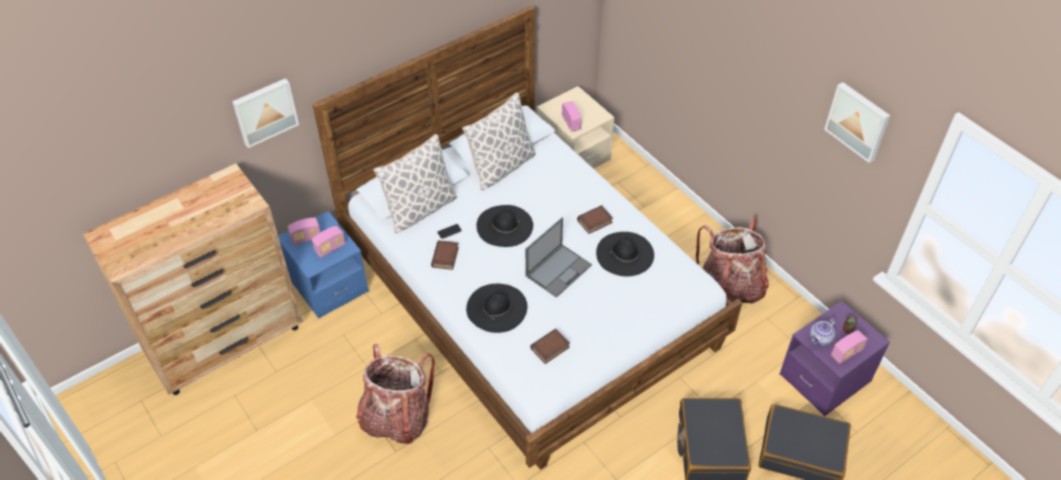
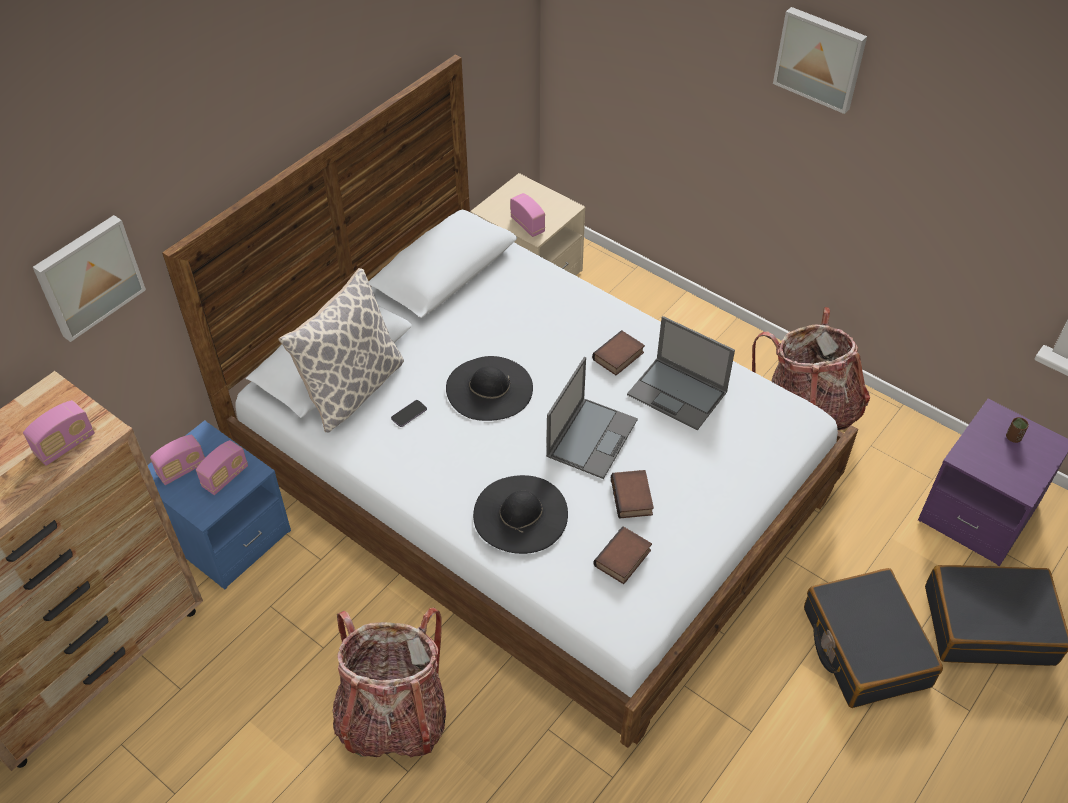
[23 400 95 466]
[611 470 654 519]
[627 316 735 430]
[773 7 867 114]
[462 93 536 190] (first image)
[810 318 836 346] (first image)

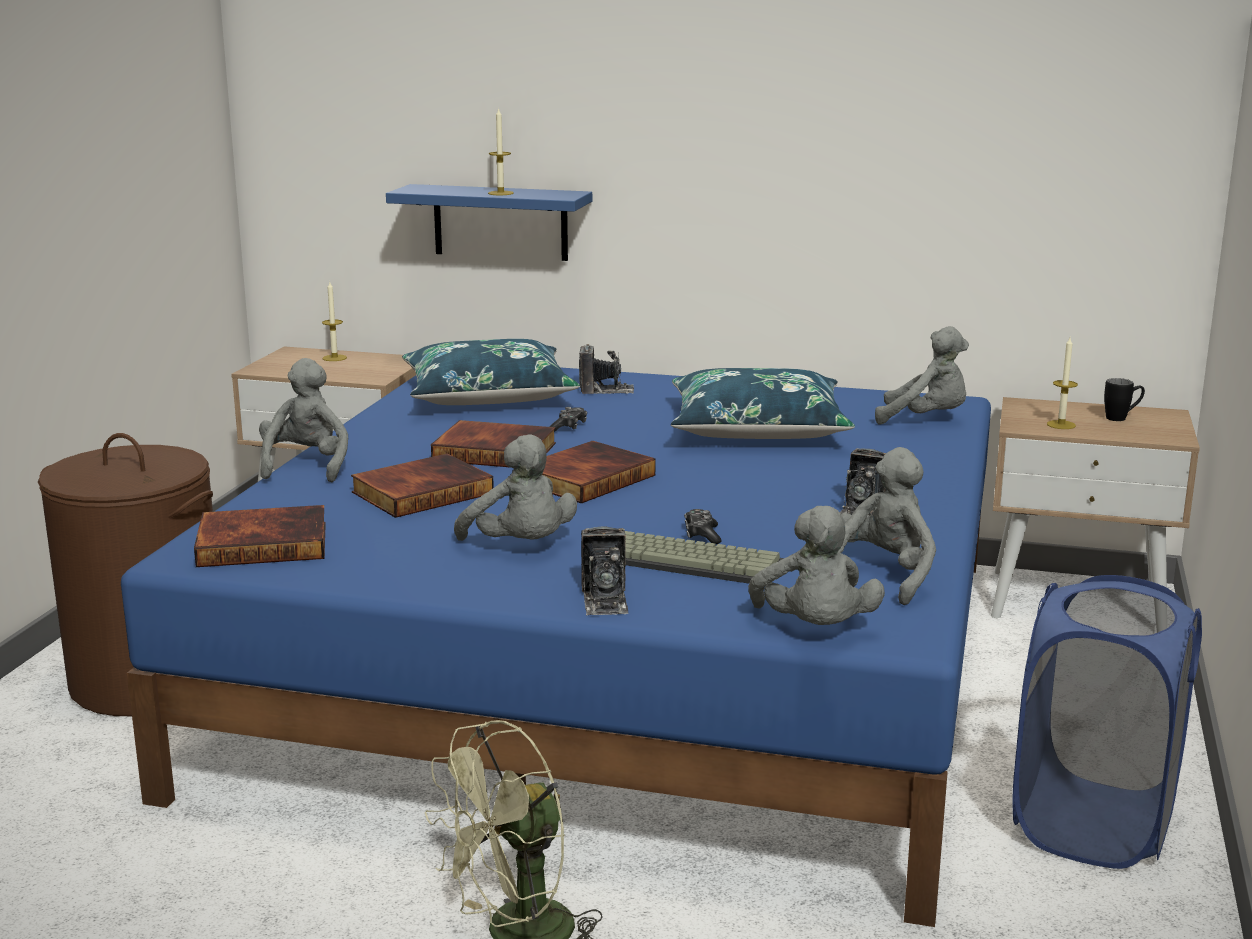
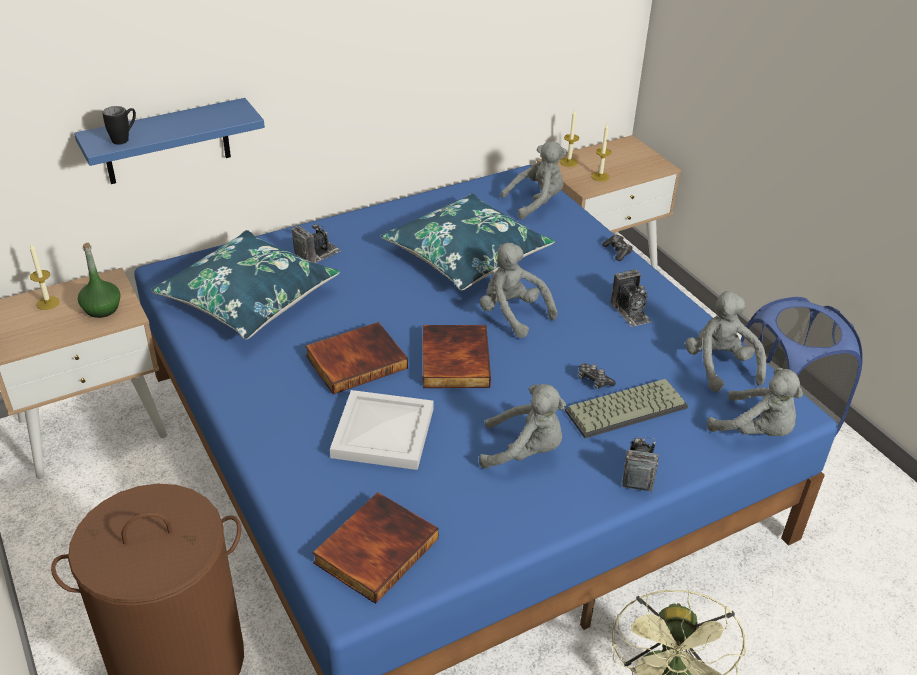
[78 243 121 318]
[102 106 136 145]
[330 390 434 470]
[480 243 558 338]
[560 110 579 167]
[602 235 633 261]
[622 436 659 491]

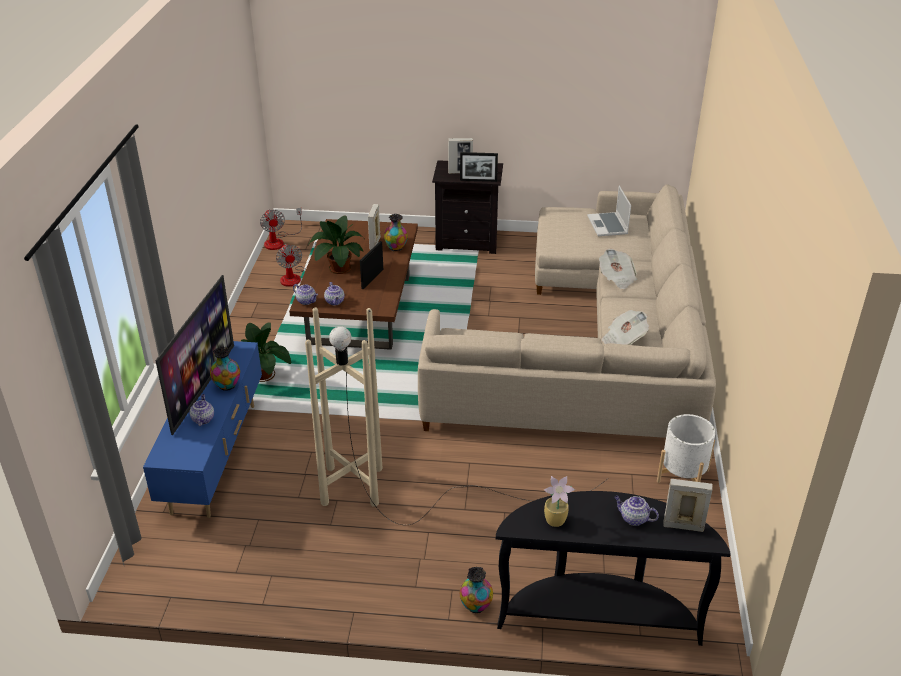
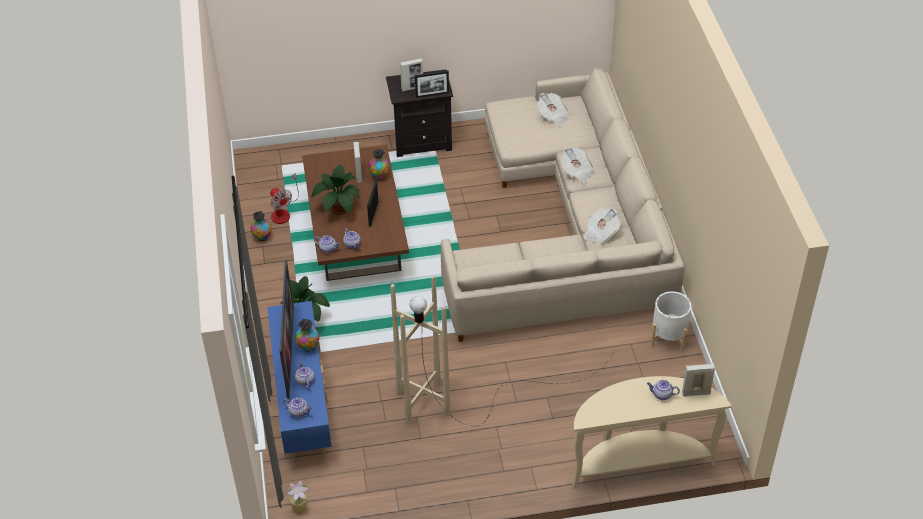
[251 211 272 241]
[284 398 312 417]
[287 481 308 512]
[537 93 570 126]
[572 376 731 488]
[260 208 302 250] (first image)

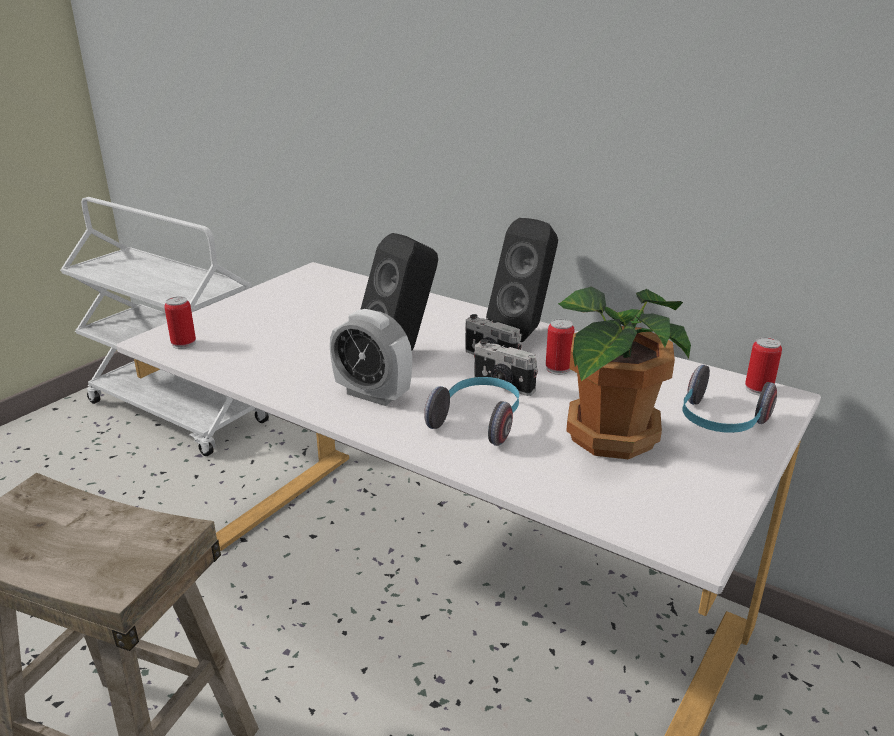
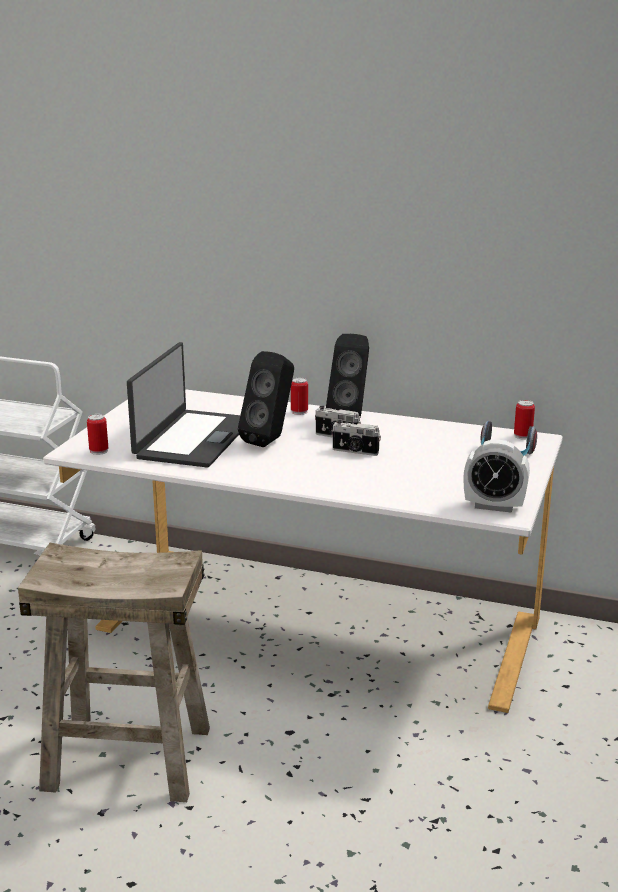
[127 342 240 467]
[291 378 308 415]
[463 439 530 513]
[424 377 519 446] (first image)
[558 286 691 459] (first image)

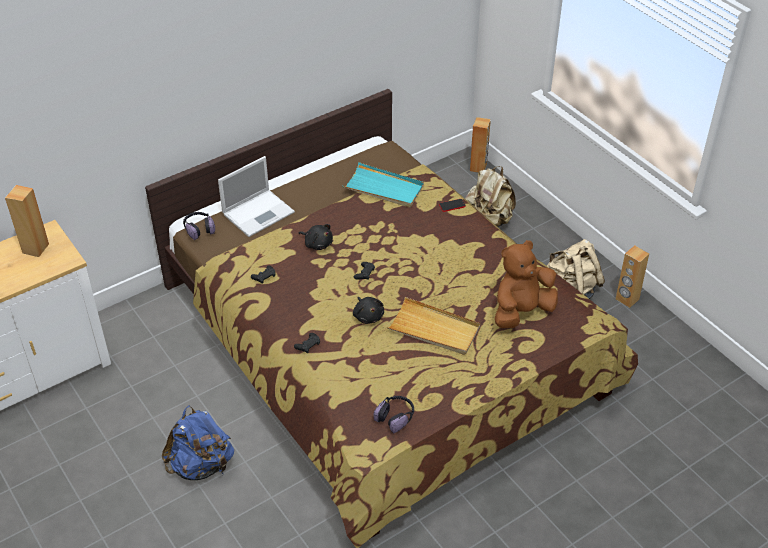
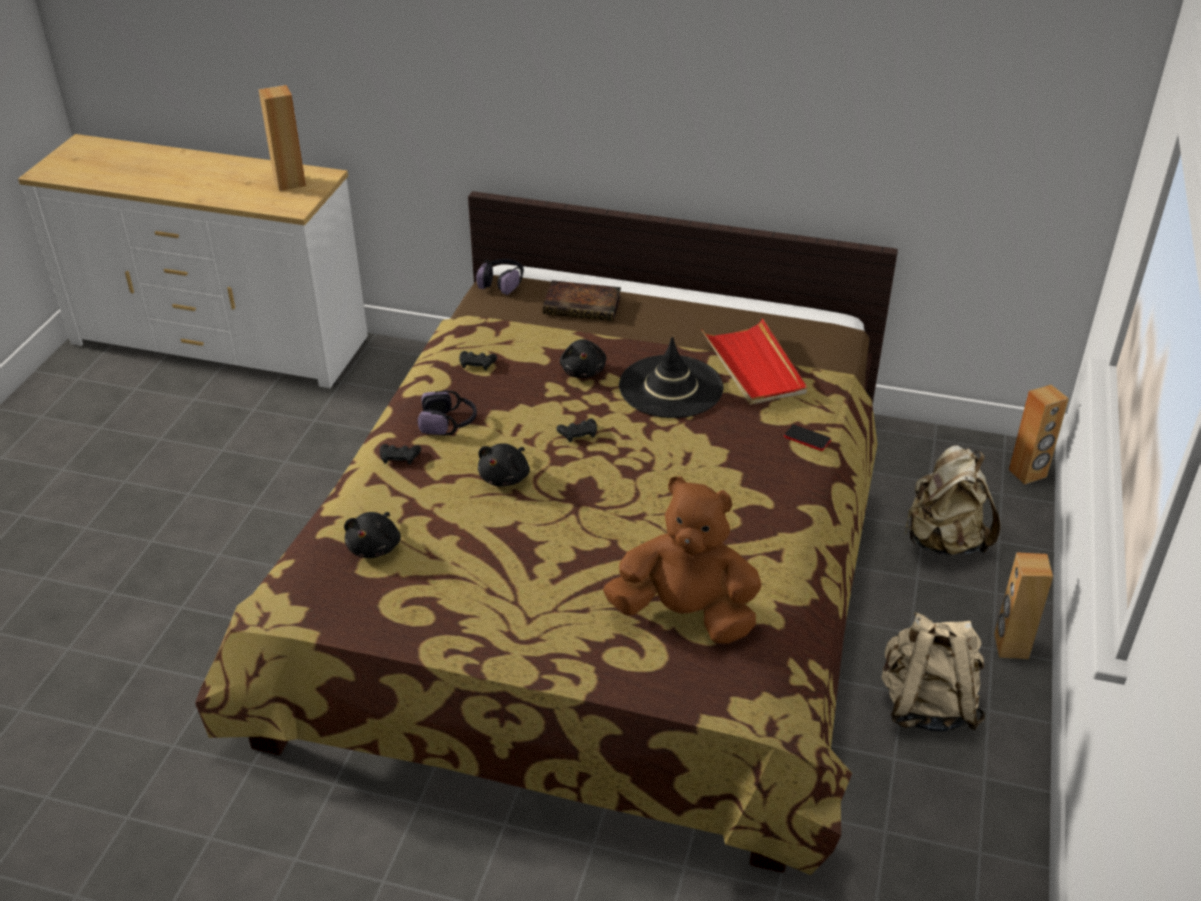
[344 512 401 558]
[418 391 477 435]
[543 280 621 321]
[619 337 724 418]
[702 318 807 405]
[994 552 1053 659]
[162 405 234 480] (first image)
[387 297 480 355] (first image)

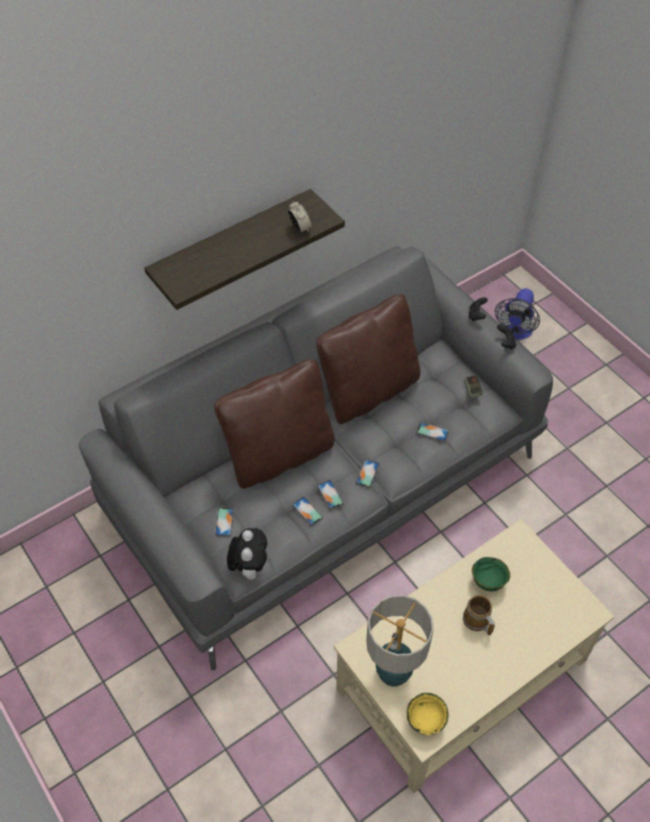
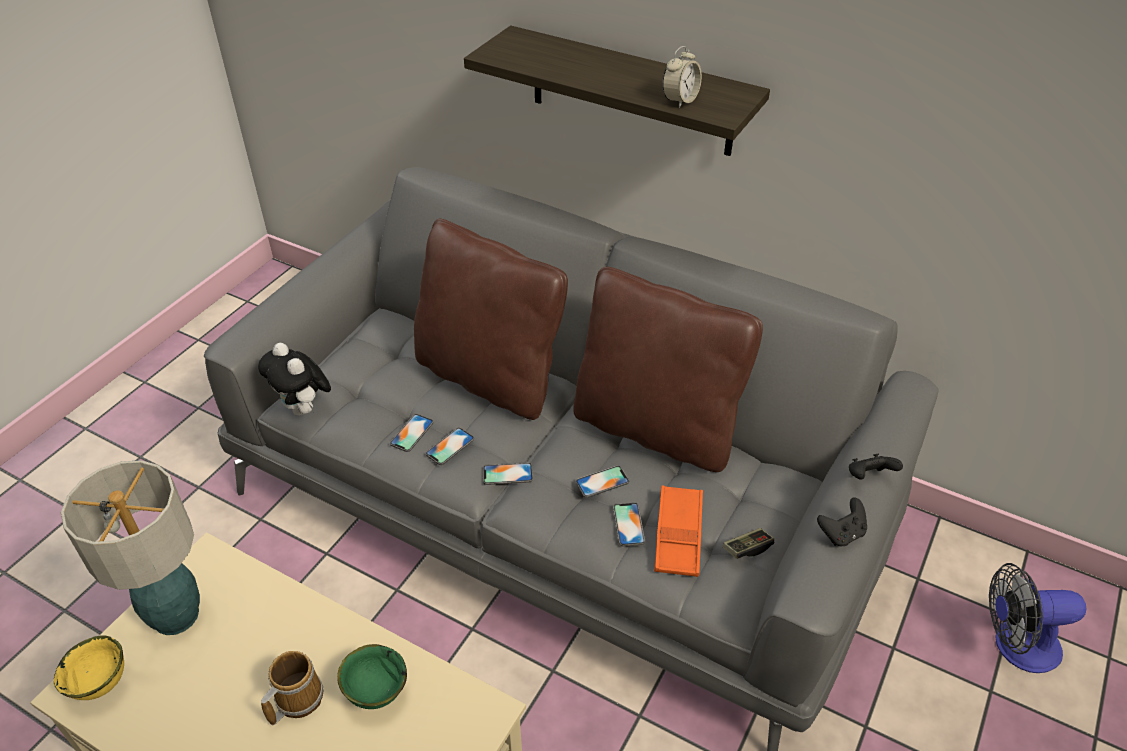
[258 343 331 416]
[576 466 629 498]
[654 485 703 577]

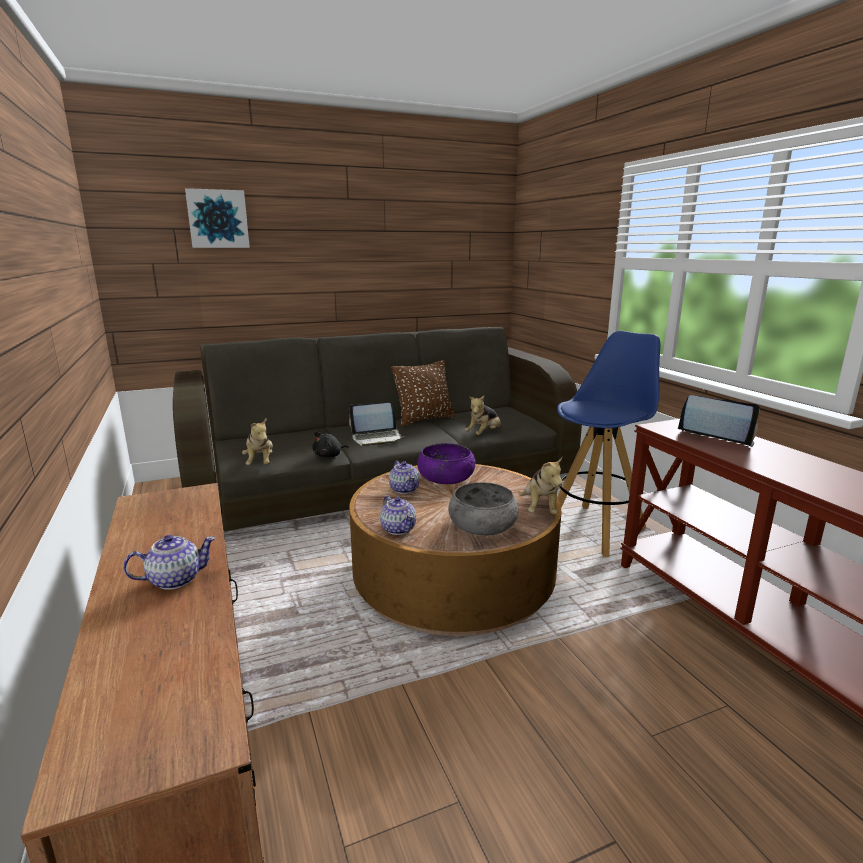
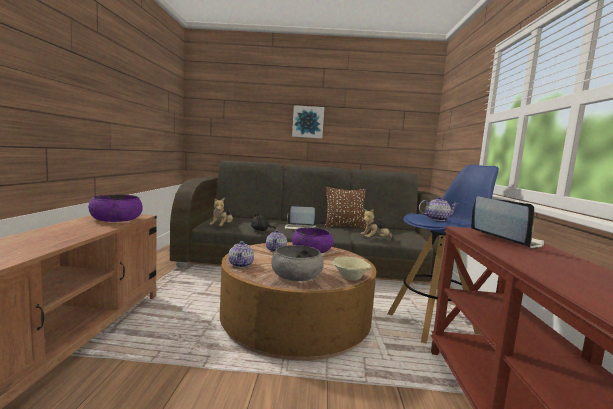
[88 194 143 222]
[292 105 324 139]
[332 256 372 280]
[419 196 459 221]

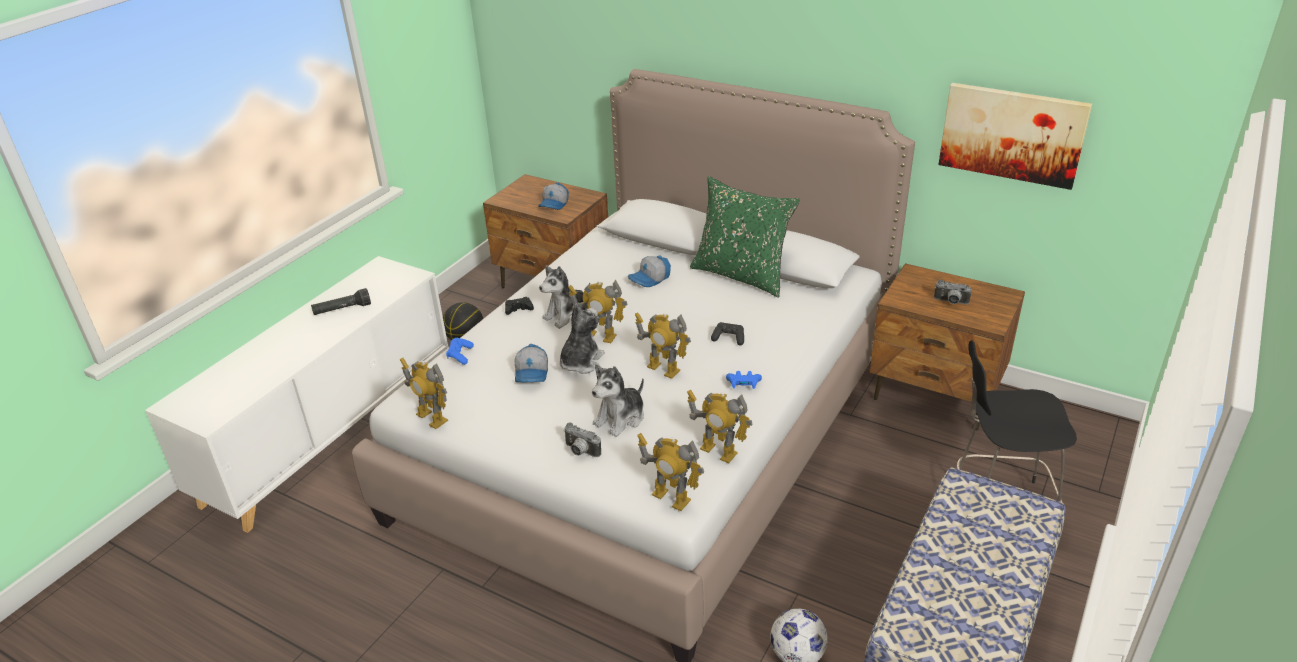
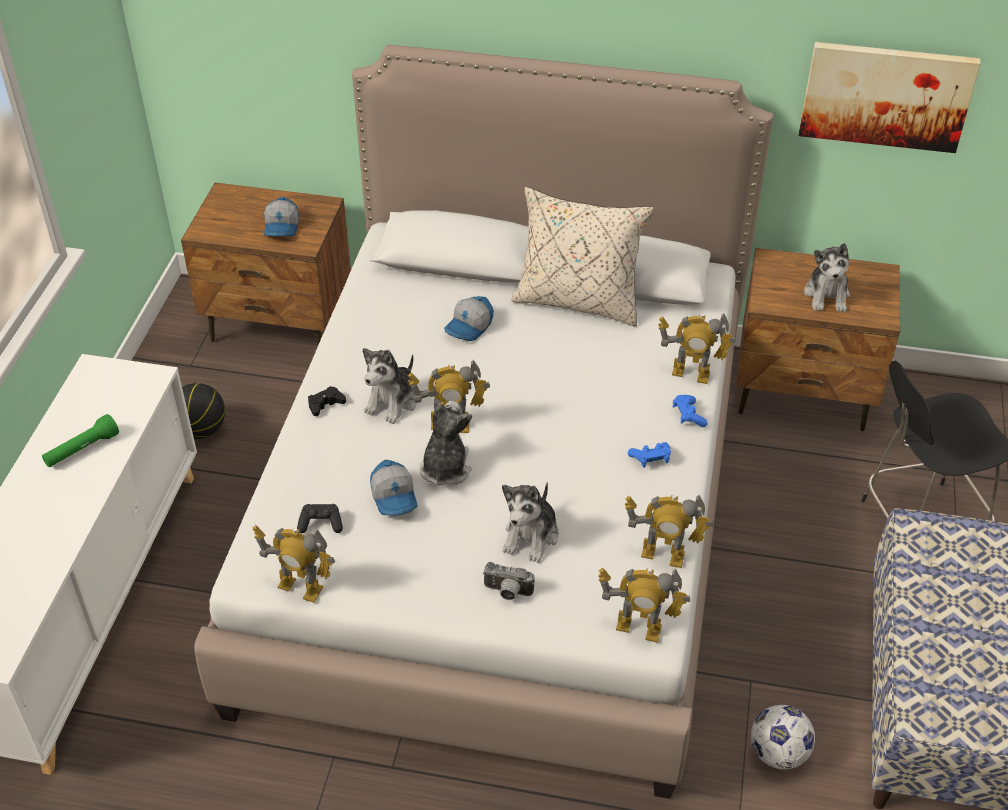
[42 414 119 467]
[297 504 343 533]
[511 187 654 327]
[658 314 736 384]
[673 395 708 427]
[804 243 850 312]

